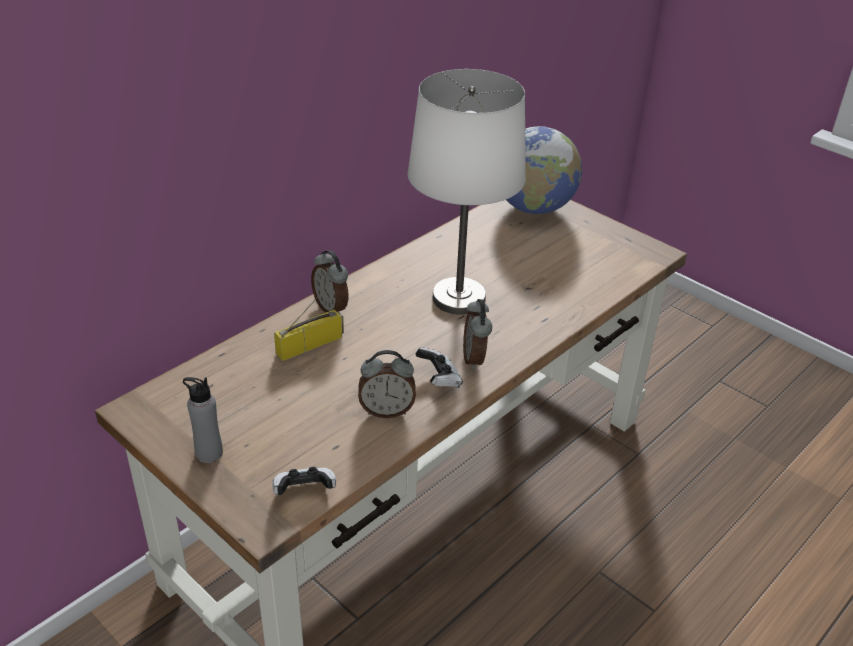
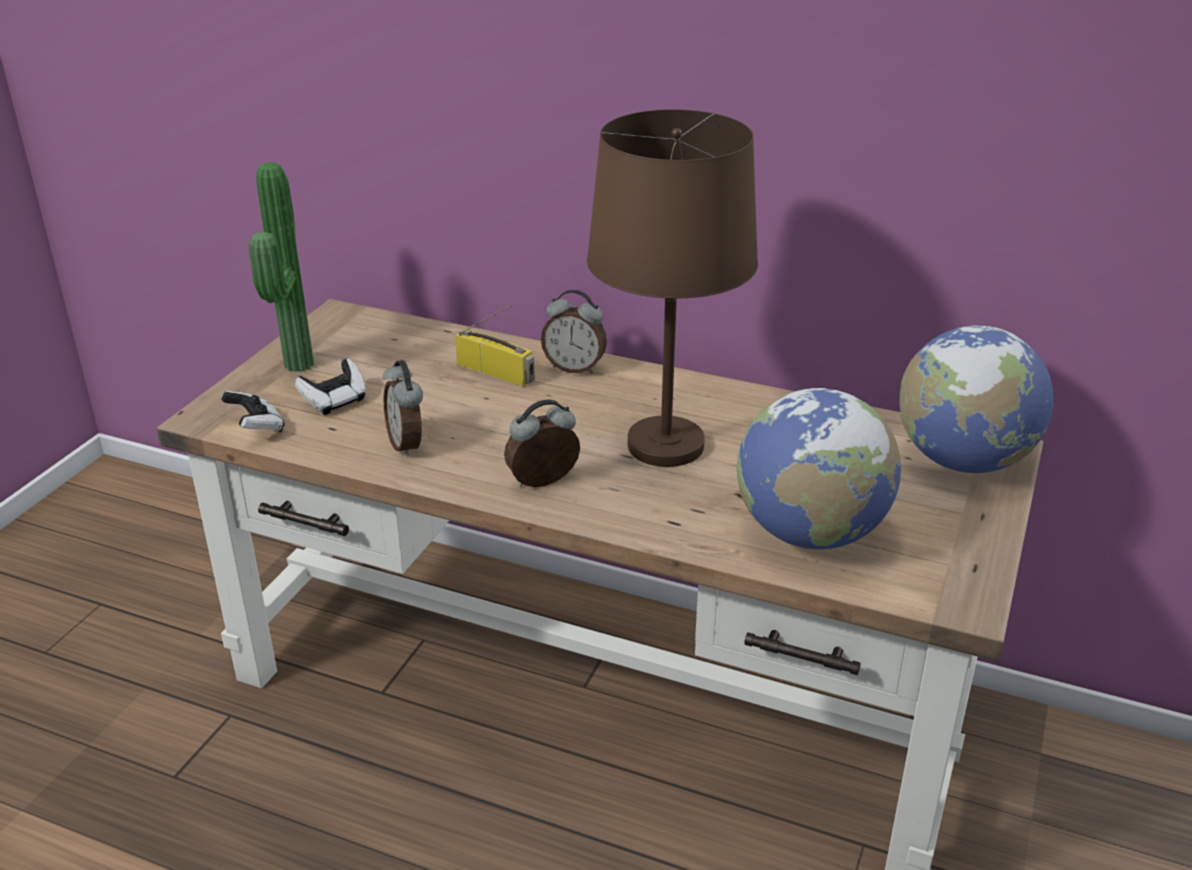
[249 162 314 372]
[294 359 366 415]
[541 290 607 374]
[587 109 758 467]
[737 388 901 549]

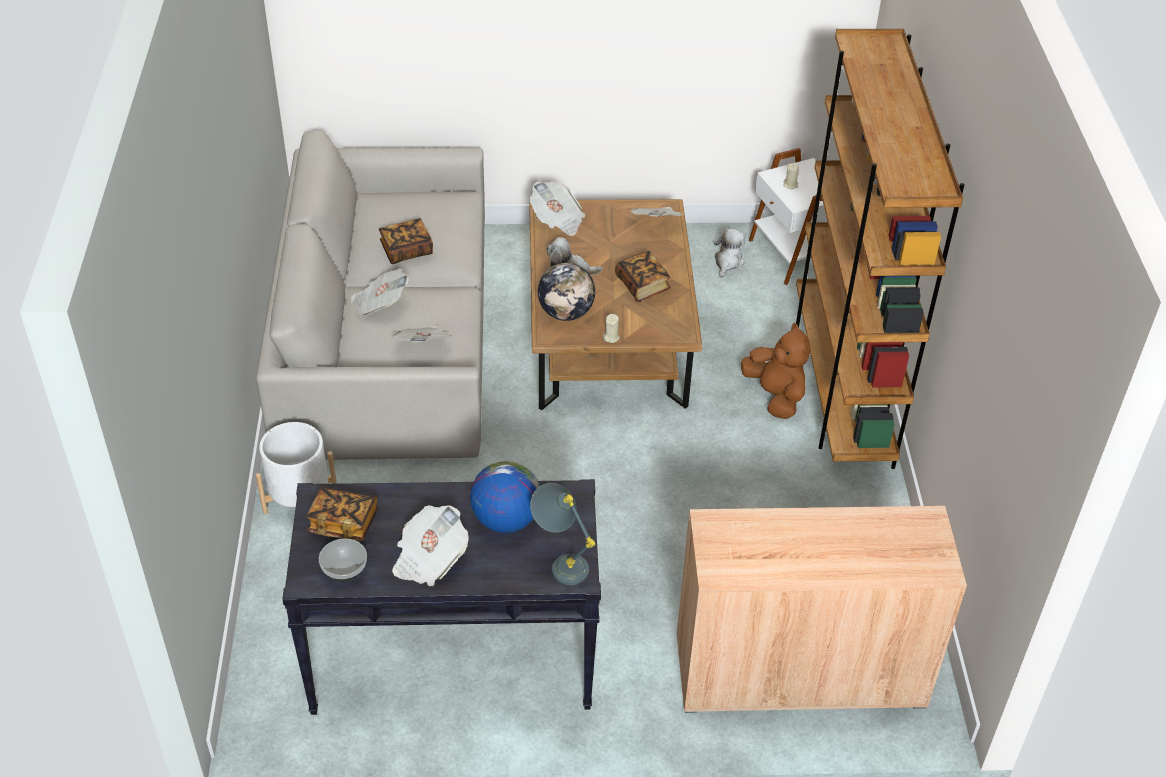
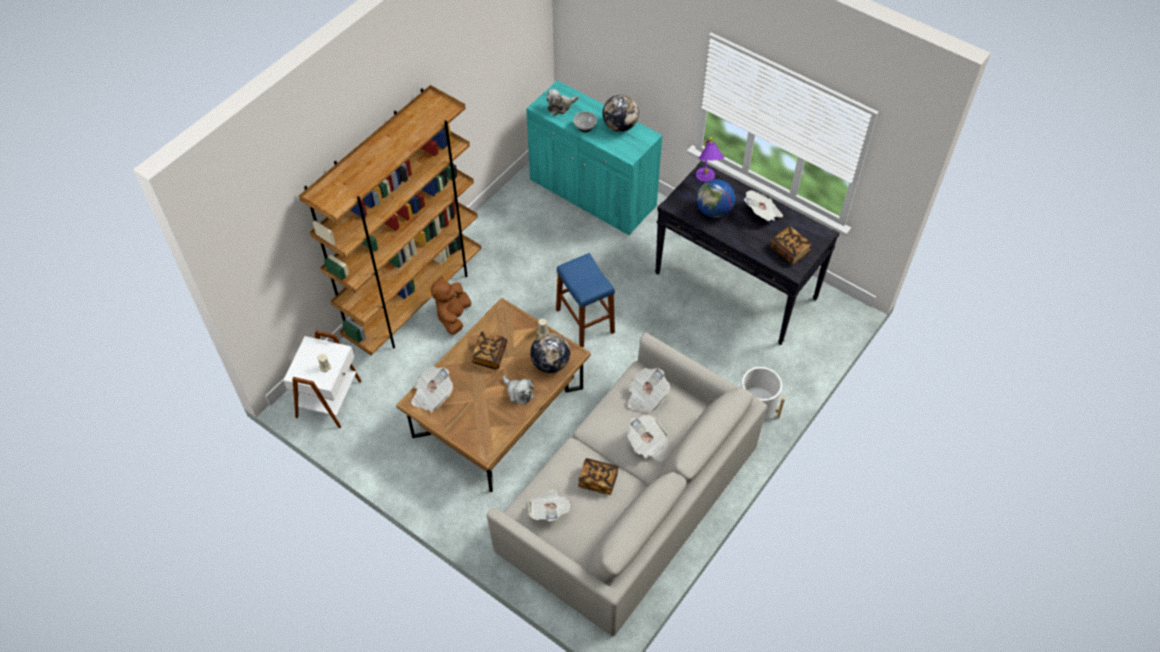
[526 80 663 235]
[528 489 571 521]
[546 89 579 115]
[556 253 615 347]
[574 111 597 132]
[602 95 639 132]
[696 137 724 183]

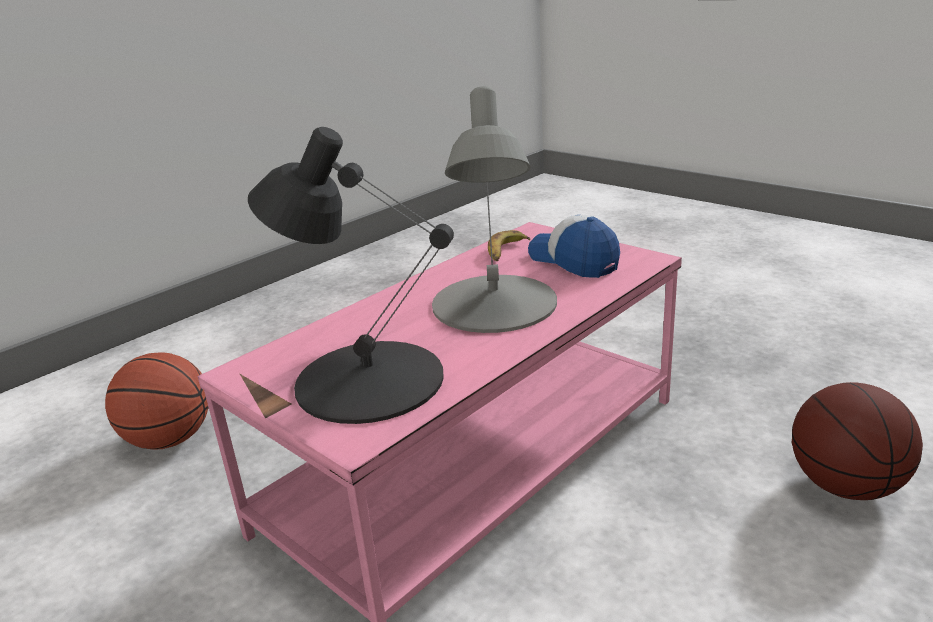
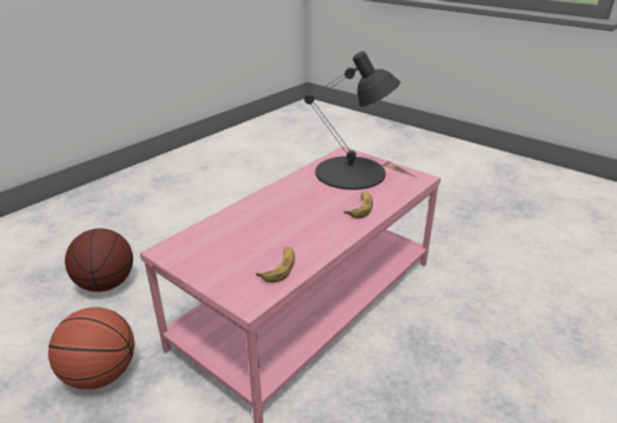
[48 307 135 389]
[343 192 373 218]
[432 86 557 333] (first image)
[528 215 620 278] (first image)

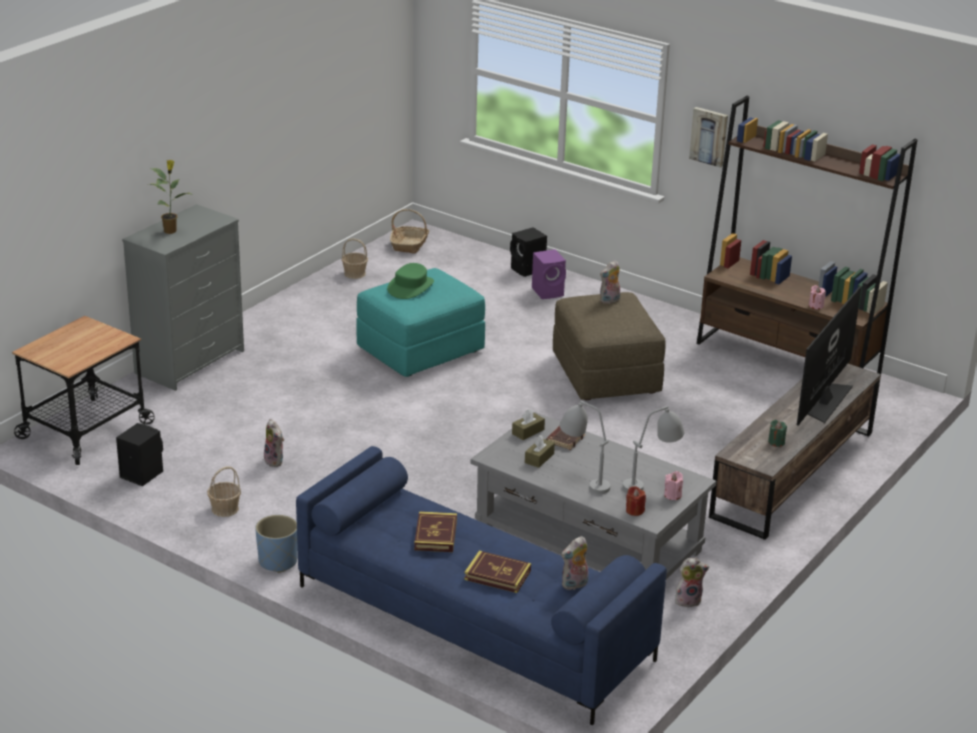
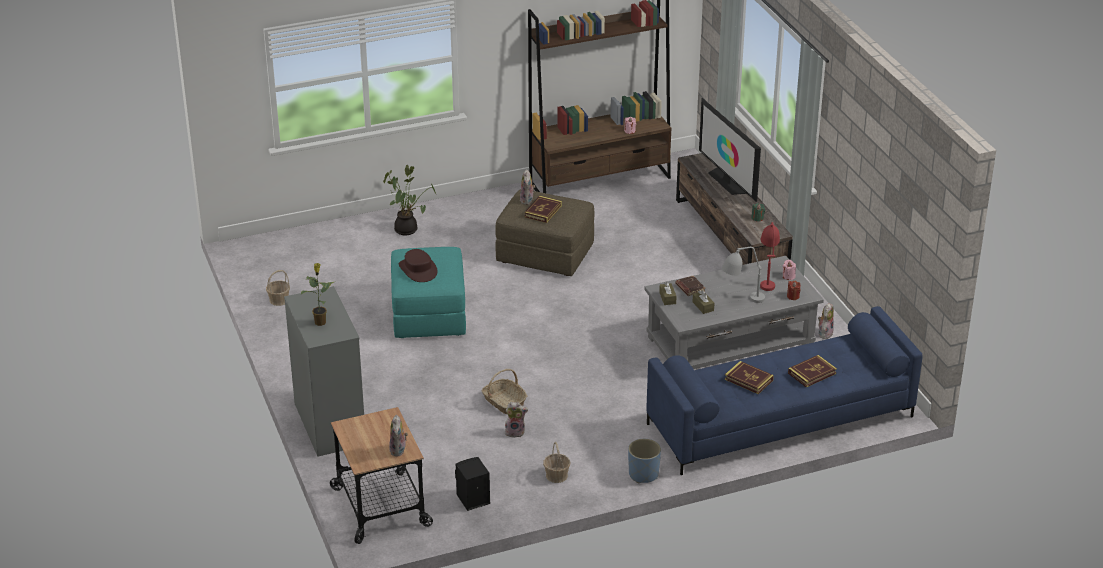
[383 165 436 235]
[389 415 408 457]
[399 249 437 282]
[482 369 527 414]
[524 196 562 223]
[760 222 780 291]
[510 227 547 277] (first image)
[689 107 728 168] (first image)

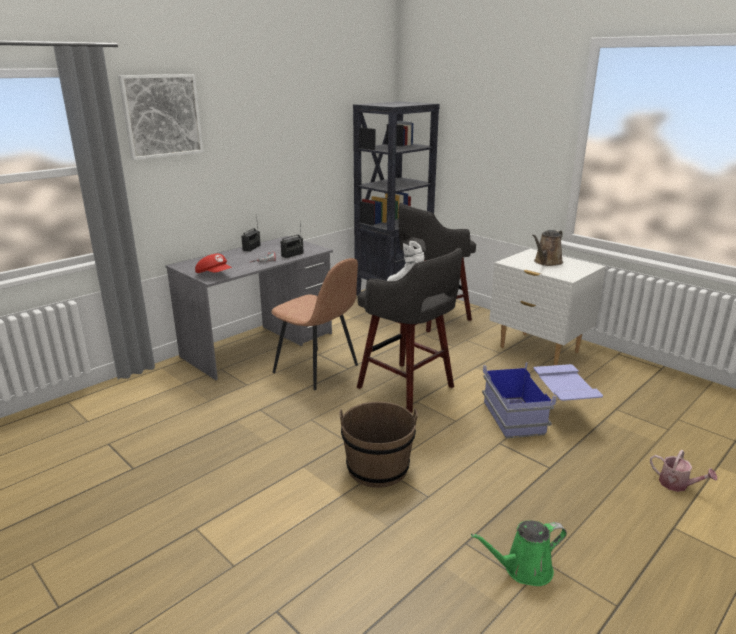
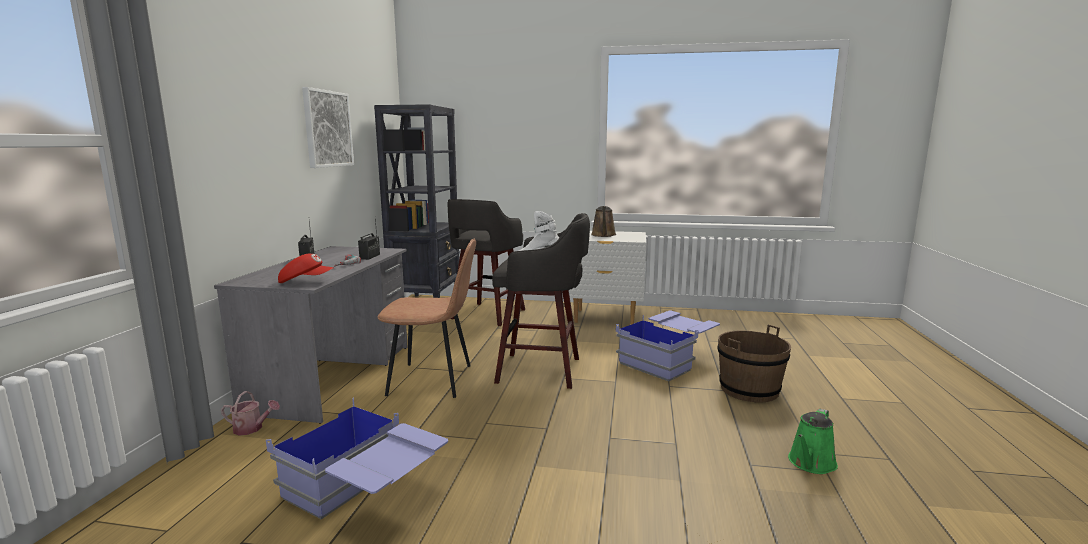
[221 391 280 436]
[266 397 448 519]
[302 87 354 168]
[717 325 791 402]

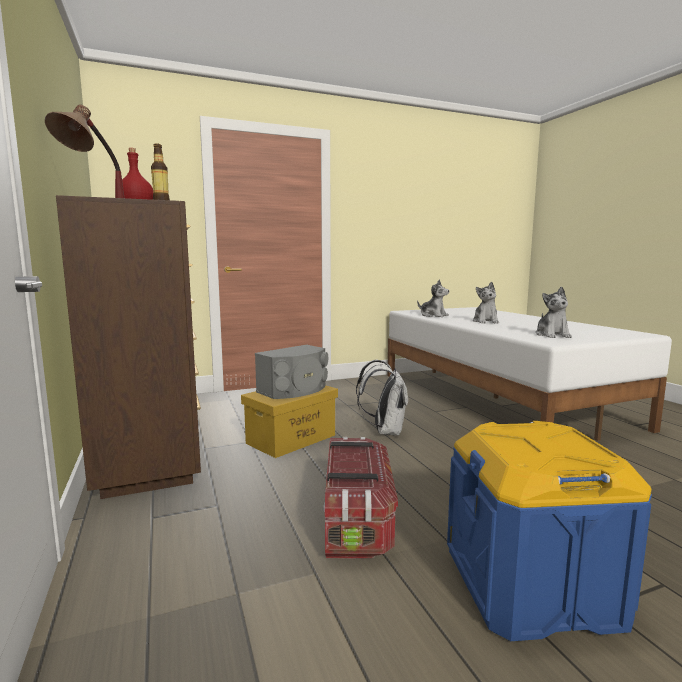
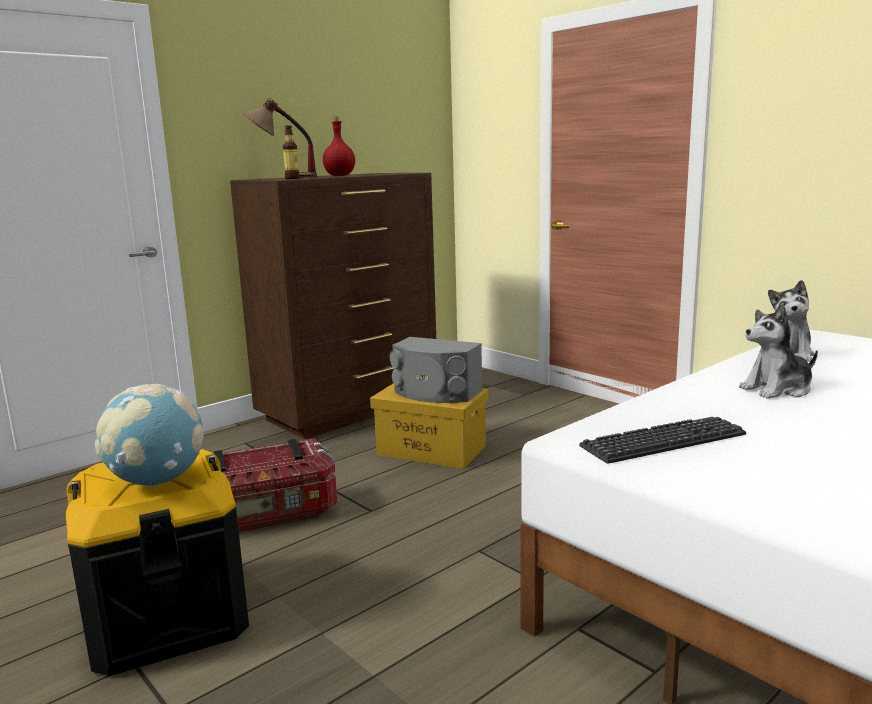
[66 449 249 676]
[95 384 204 487]
[579 417 746 464]
[356 360 408 436] (first image)

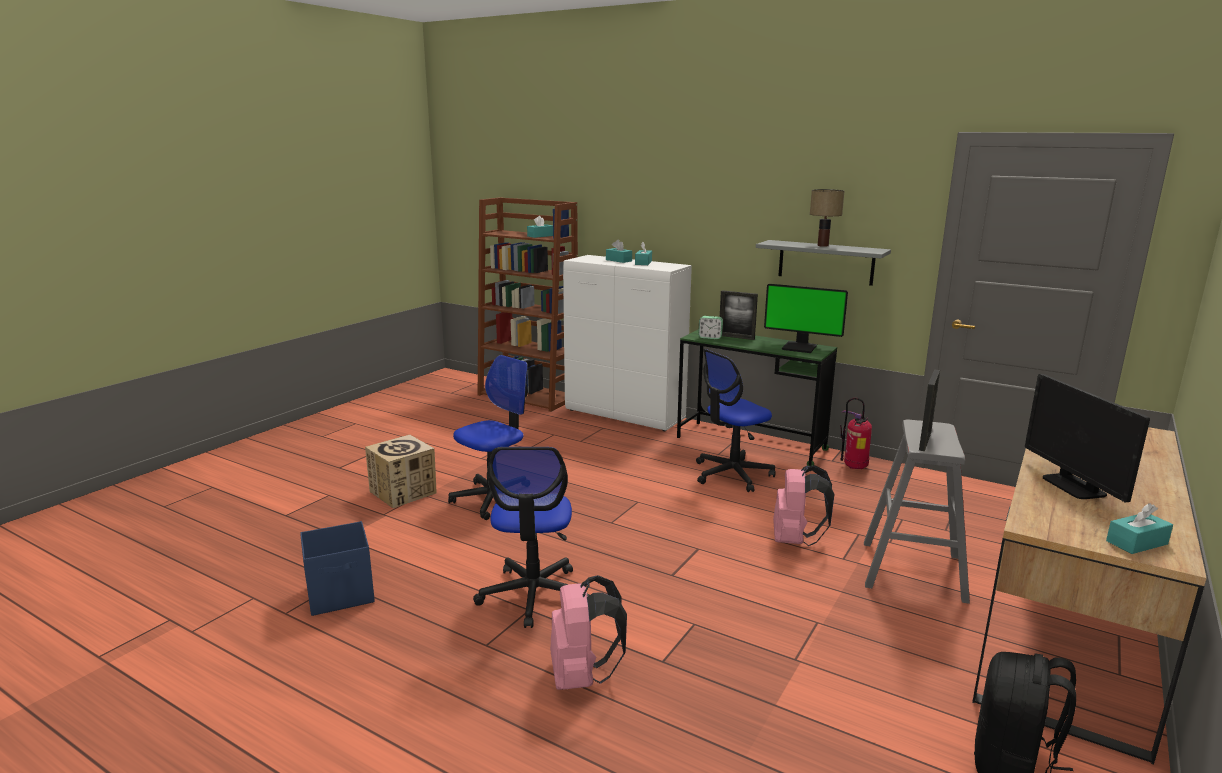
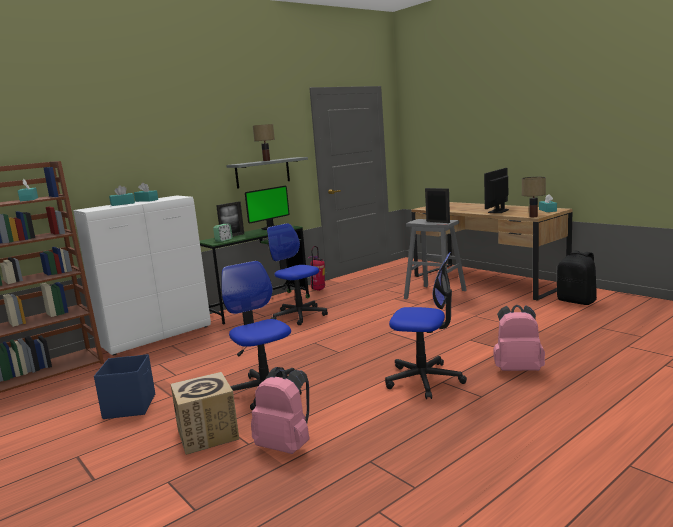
[94 354 155 419]
[251 367 310 454]
[267 223 328 325]
[484 168 509 213]
[522 177 546 217]

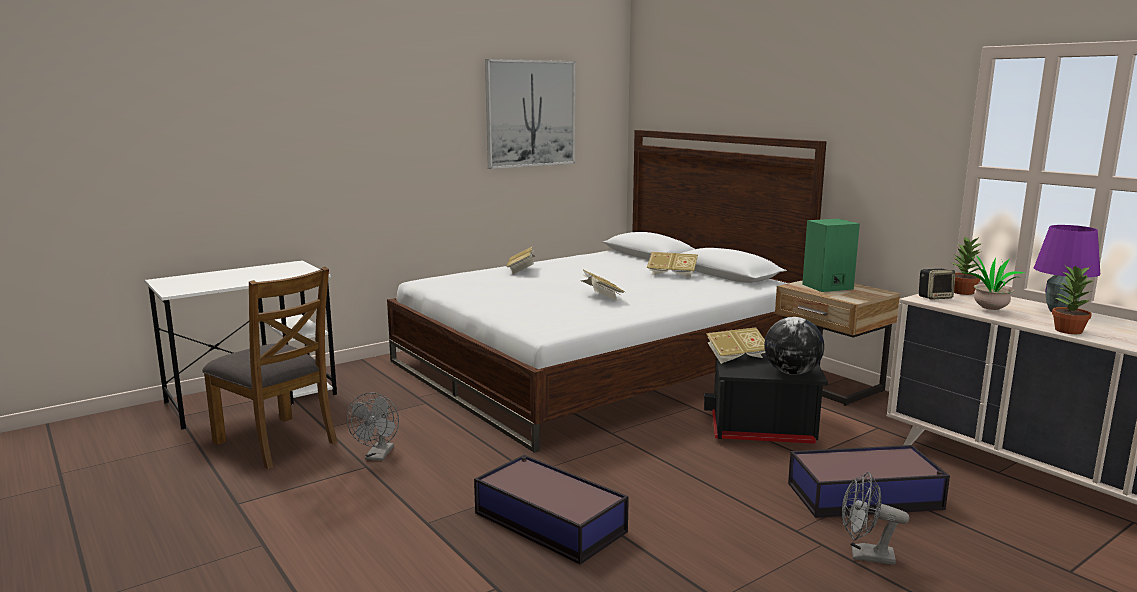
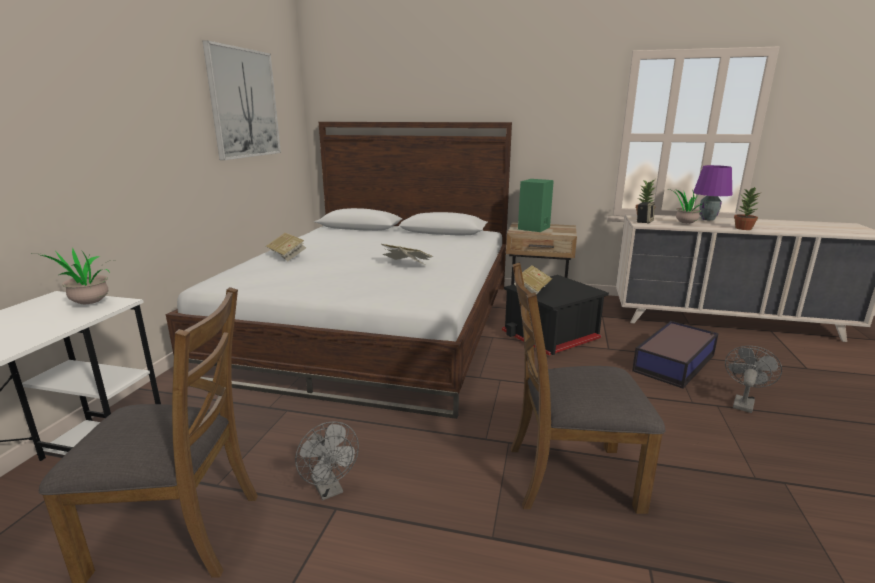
[31 247 111 304]
[511 263 665 514]
[725 346 782 413]
[647 252 698 278] (first image)
[764 317 824 375] (first image)

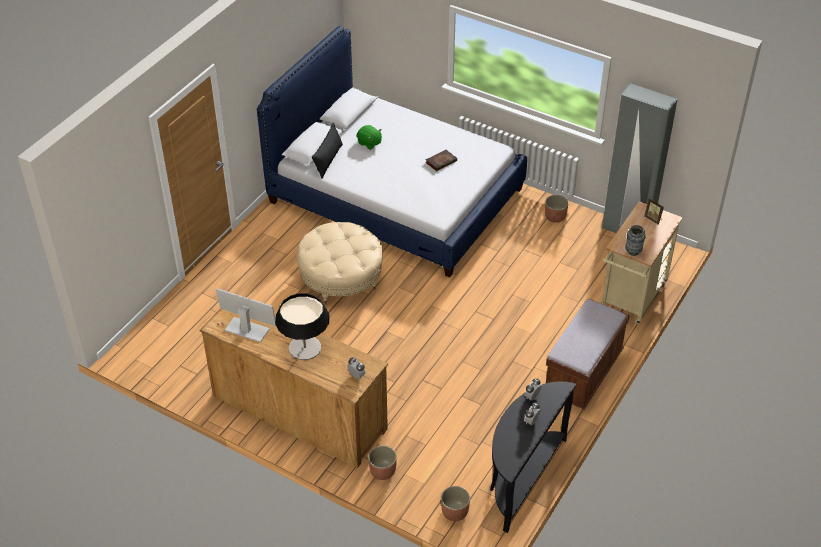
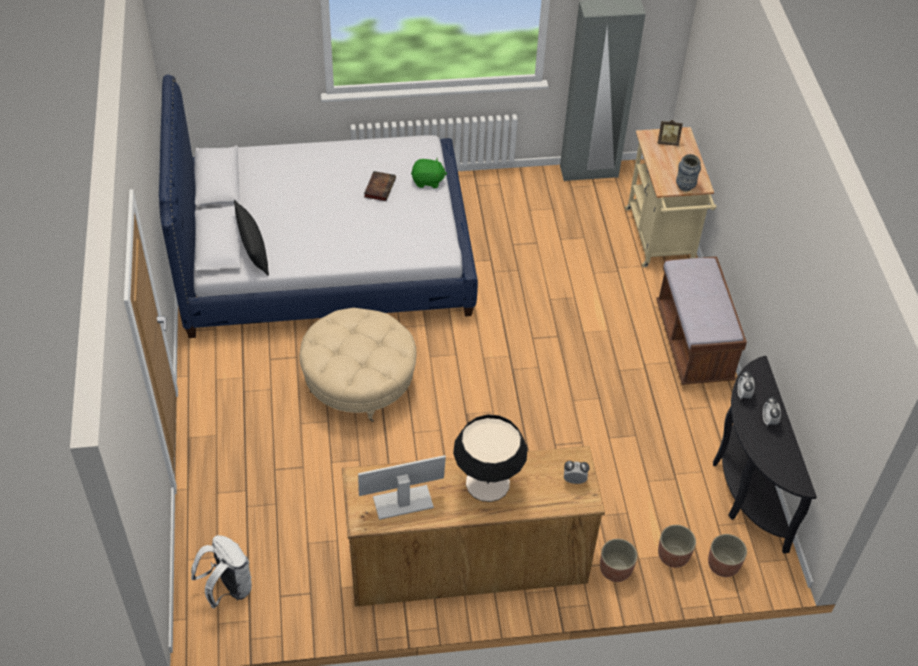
[191 535 252 609]
[411 157 447 188]
[658 525 696 568]

